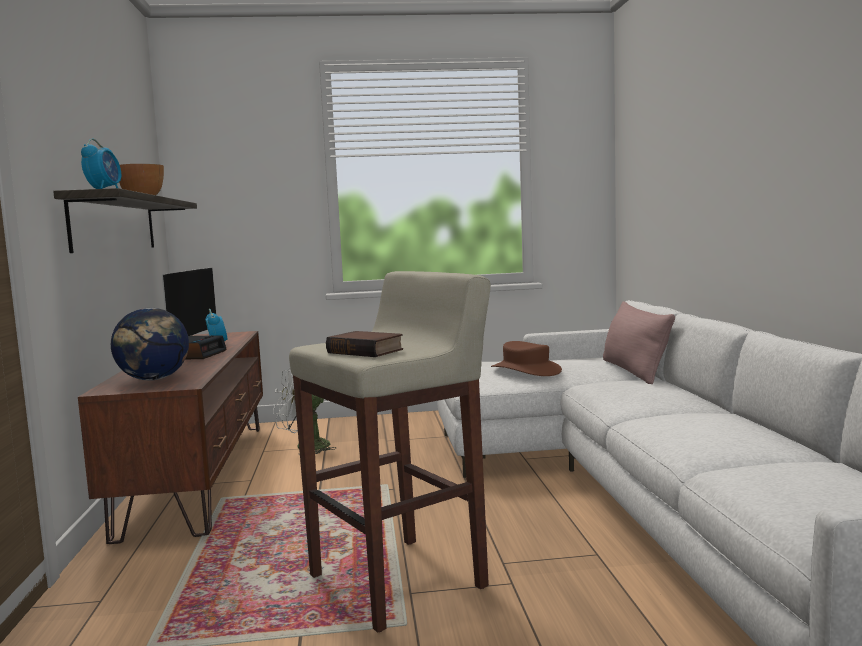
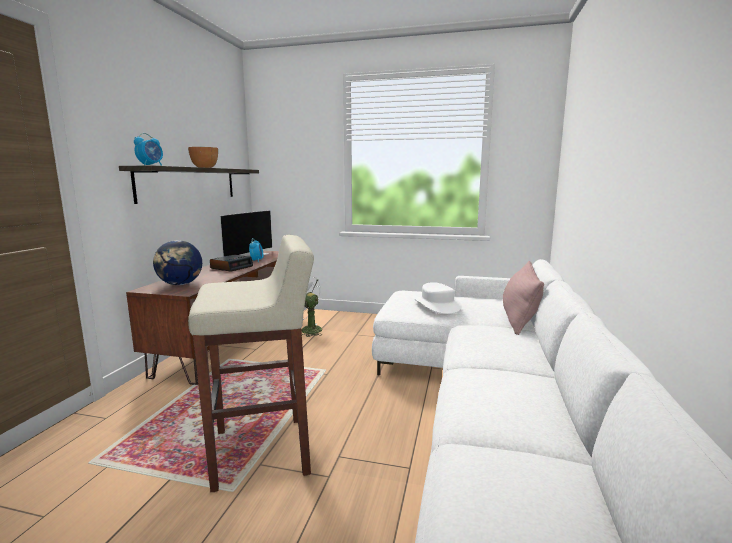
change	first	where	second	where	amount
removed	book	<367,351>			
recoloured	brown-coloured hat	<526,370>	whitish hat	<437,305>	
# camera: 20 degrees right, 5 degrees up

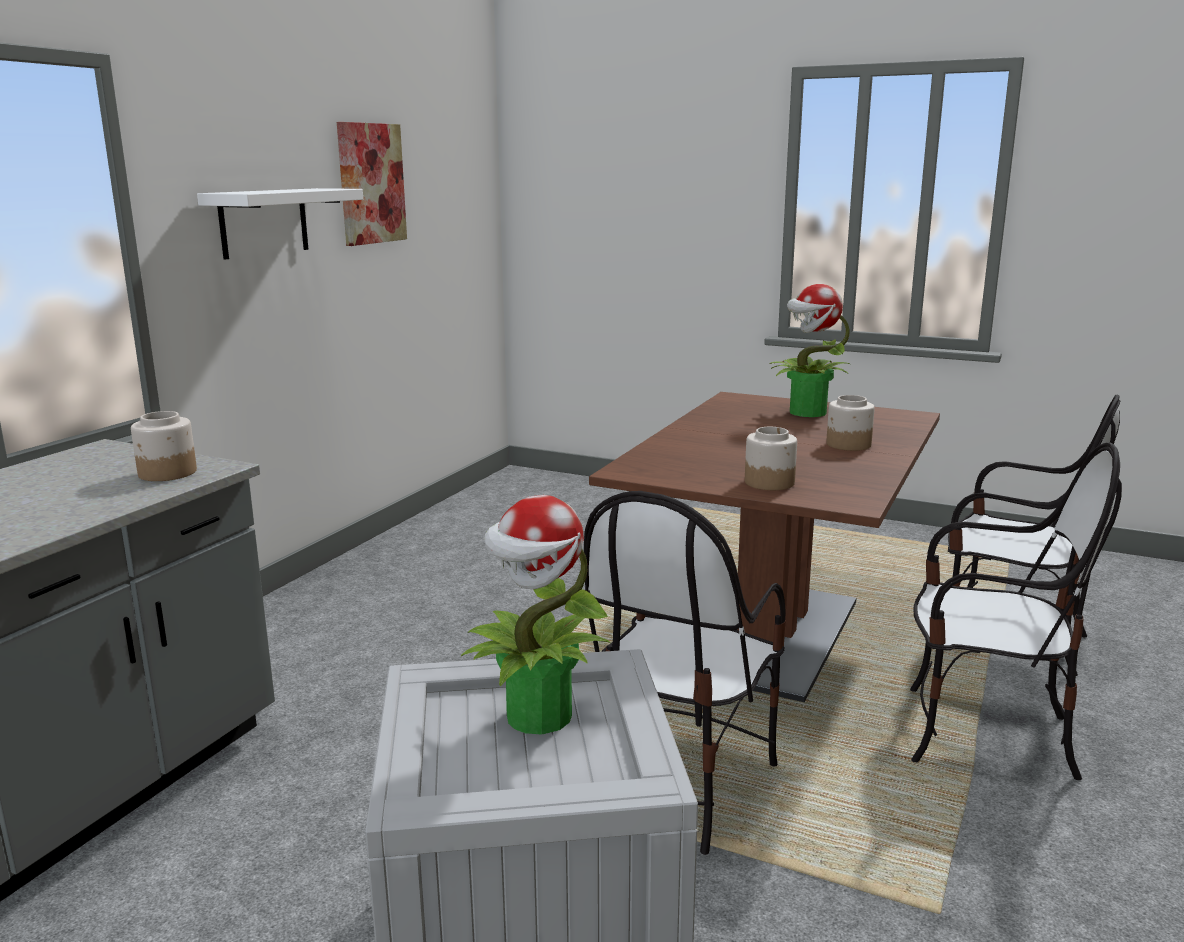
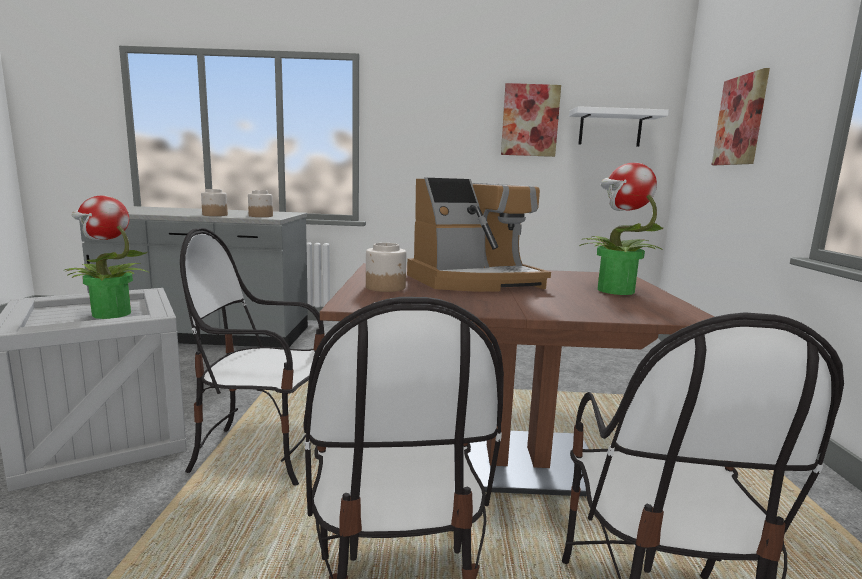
change	first	where	second	where	amount
moved	whitish bracket shelf	<264,222>		<610,129>	
moved	preserve jar	<848,445>		<214,215>	
added			coffee machine	<475,281>	
added			wall art	<740,120>	
# camera: 65 degrees right, 5 degrees down

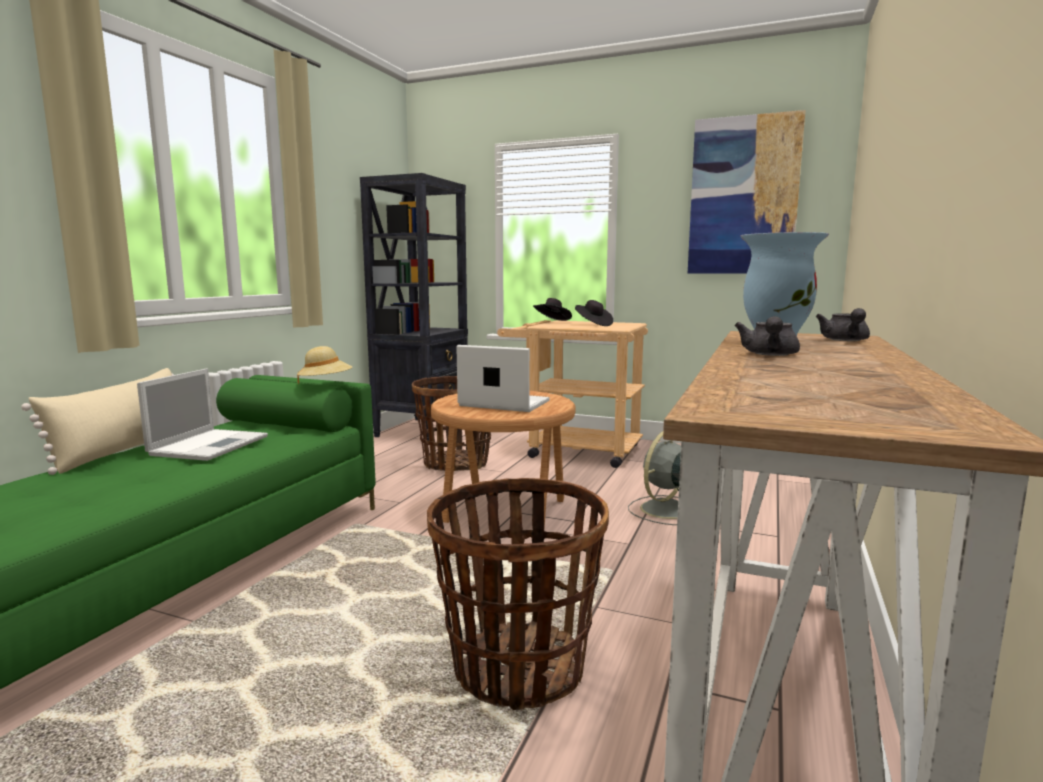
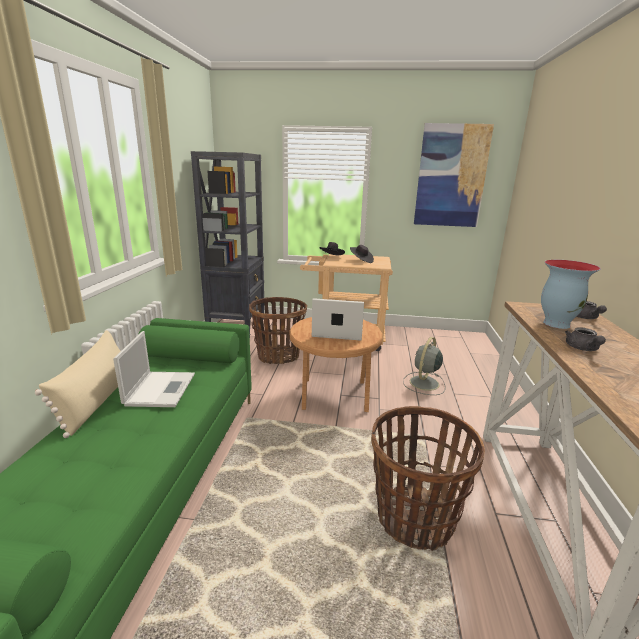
change	first	where	second	where	amount
removed	beige-coloured hat	<326,383>			
# camera: 15 degrees left, 10 degrees up

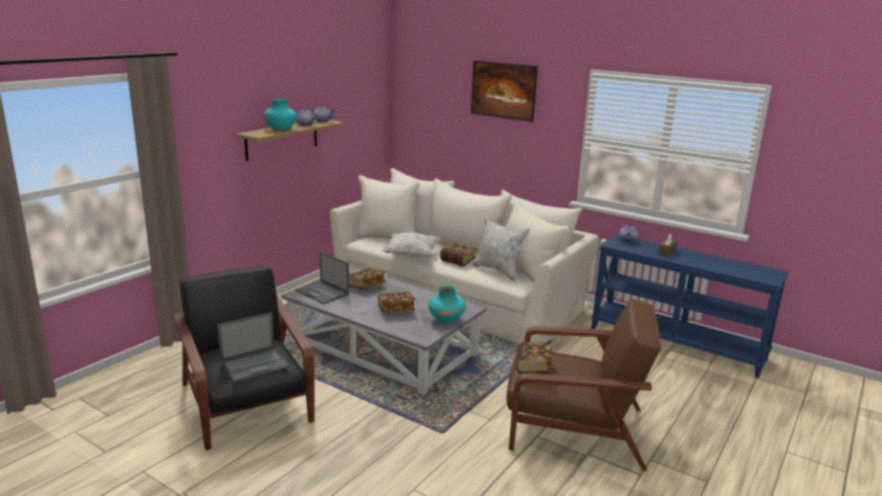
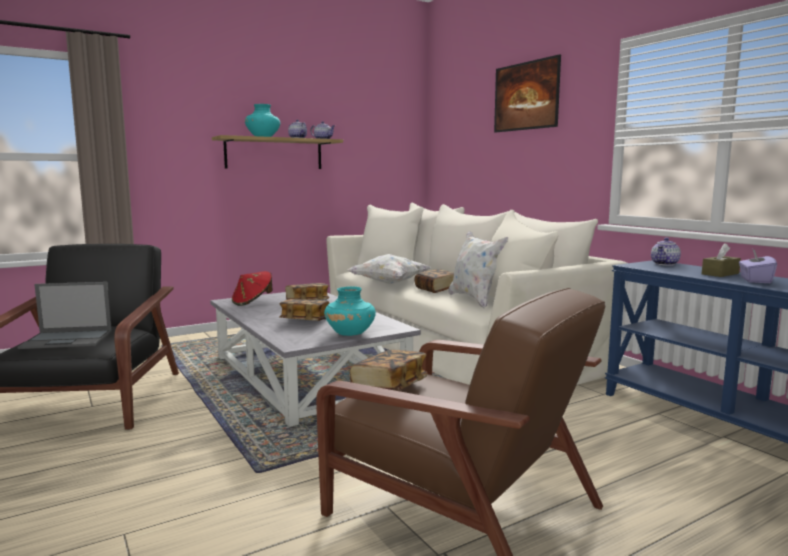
change	first	where	second	where	amount
replaced	laptop	<323,293>	red hat	<252,302>	
added			purple-coloured tissue box	<755,280>	
# camera: 25 degrees right, 10 degrees down

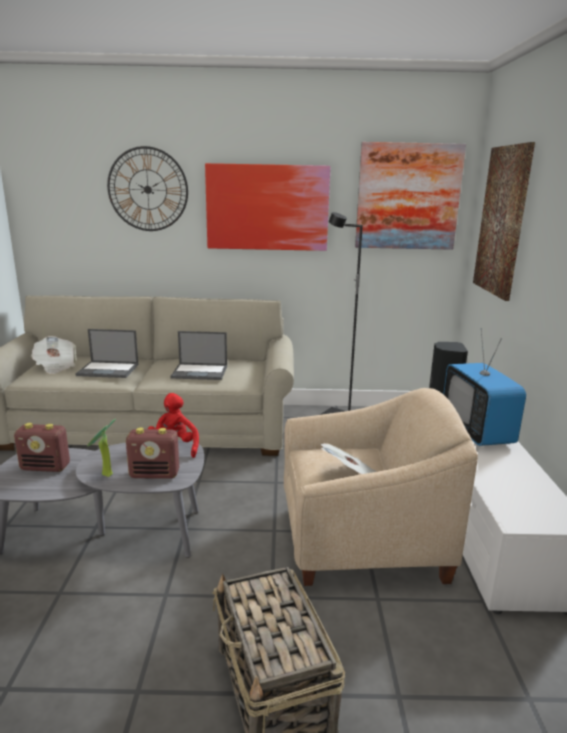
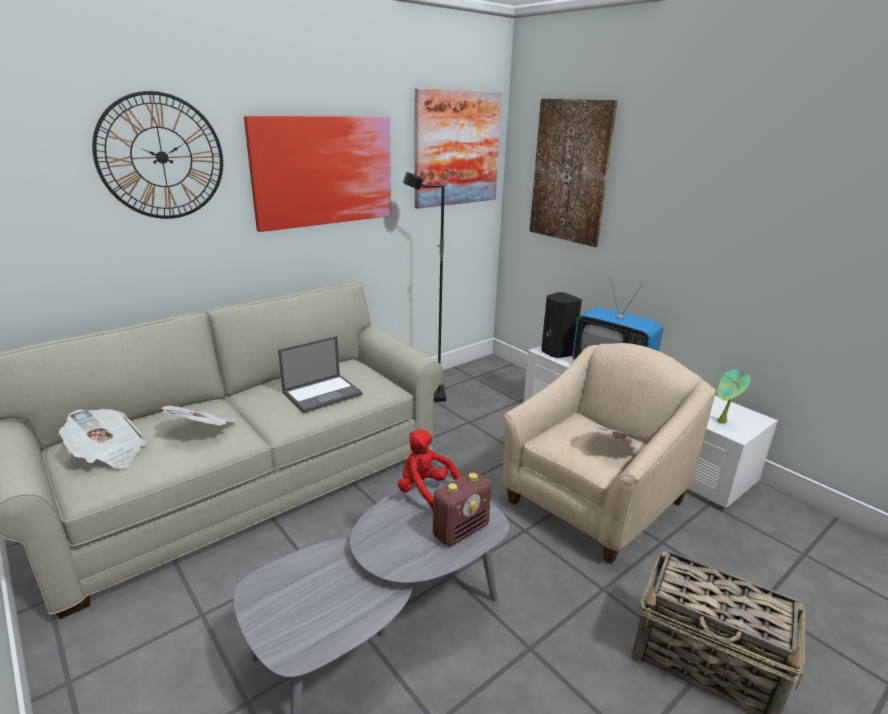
change	first	where	second	where	amount
removed	radio set	<46,467>			
replaced	laptop	<109,370>	newspaper	<203,430>	
moved	potted plant	<105,475>		<722,422>	
# camera: 40 degrees left, 5 degrees up

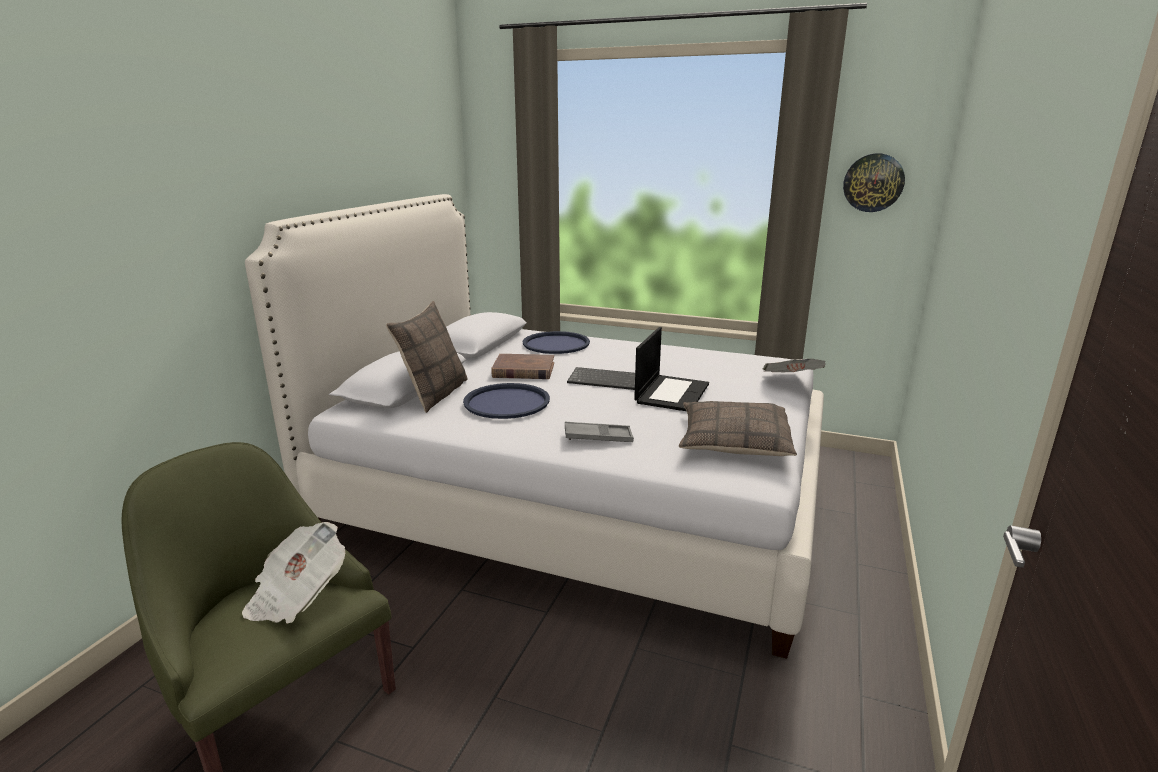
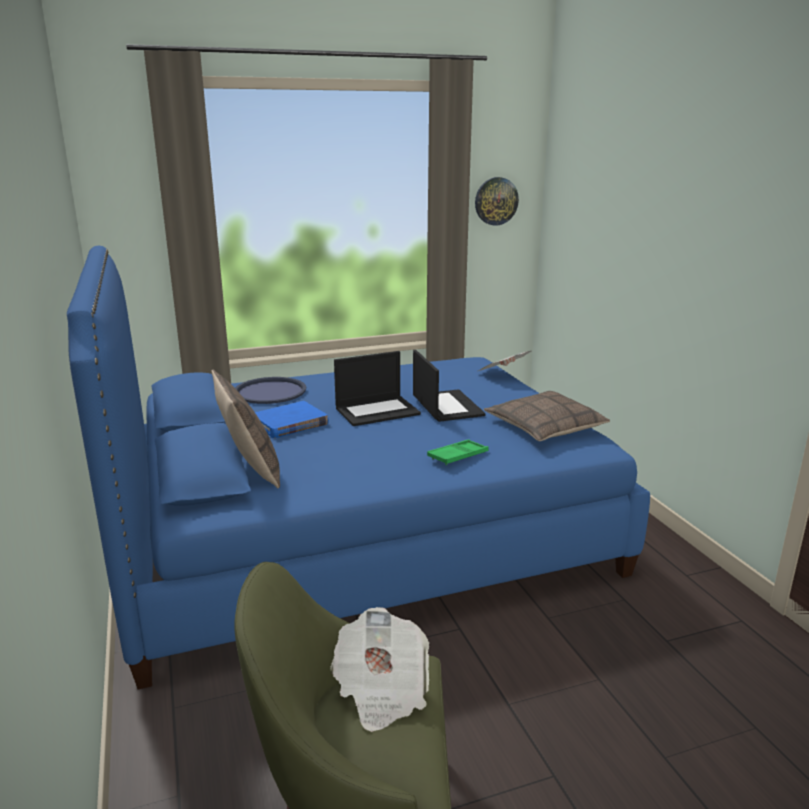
change	first	where	second	where	amount
recoloured	whitish bedroom bed	<576,497>	bluish bedroom bed	<358,534>	
removed	bluish tray	<506,402>			
recoloured	brown-coloured book	<523,370>	bluish book	<290,423>	
recoloured	gray tray	<598,437>	greenish tray	<458,456>	
replaced	PC keyboard	<606,380>	laptop	<377,411>	
# camera: 40 degrees left, 0 degrees up

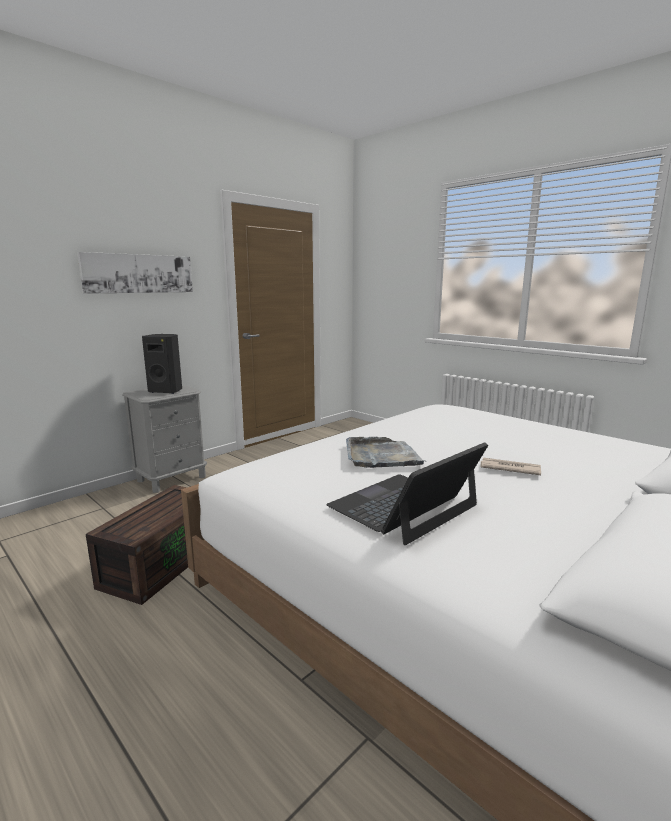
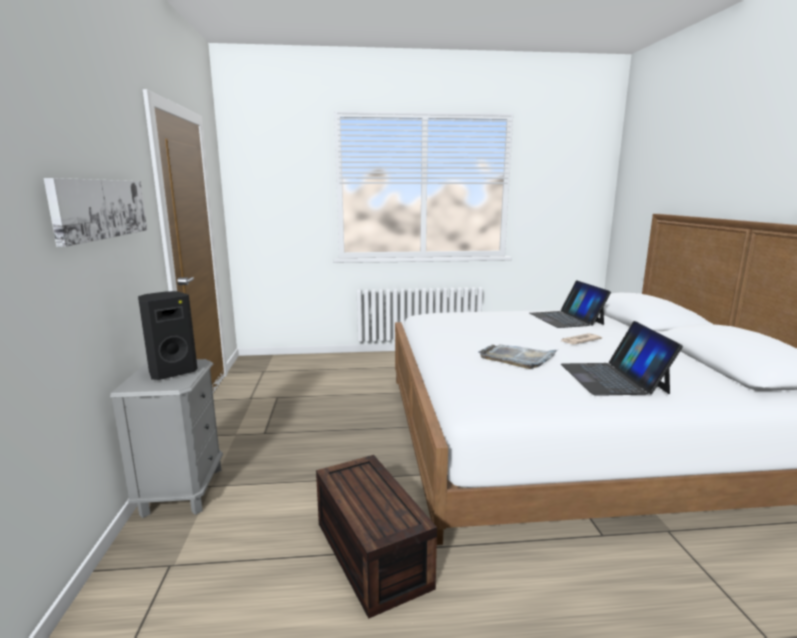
change	first	where	second	where	amount
added			laptop	<566,319>	
# camera: 50 degrees left, 0 degrees up

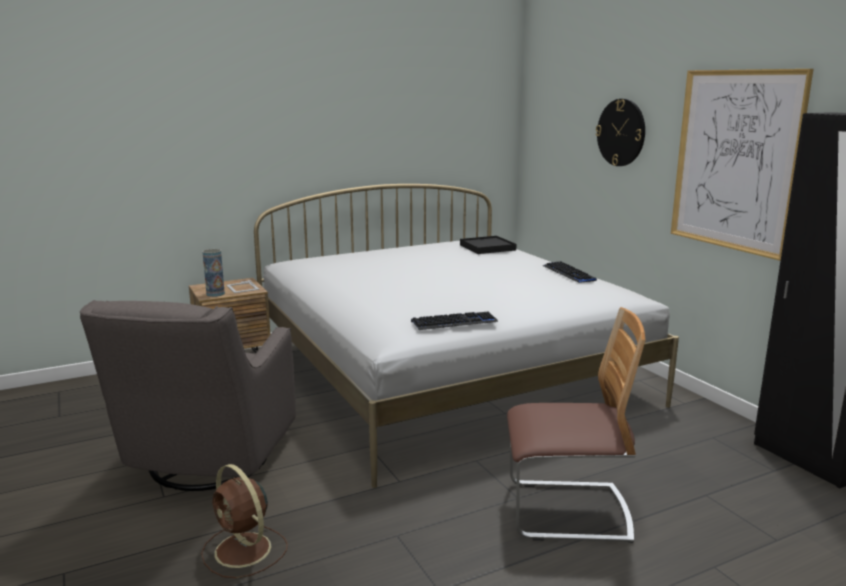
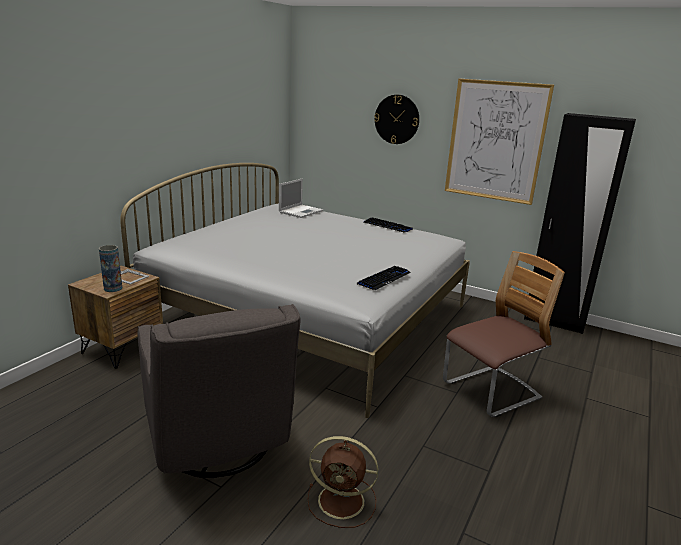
change	first	where	second	where	amount
replaced	blackish tray	<487,247>	laptop	<301,211>	
# camera: 35 degrees left, 5 degrees up

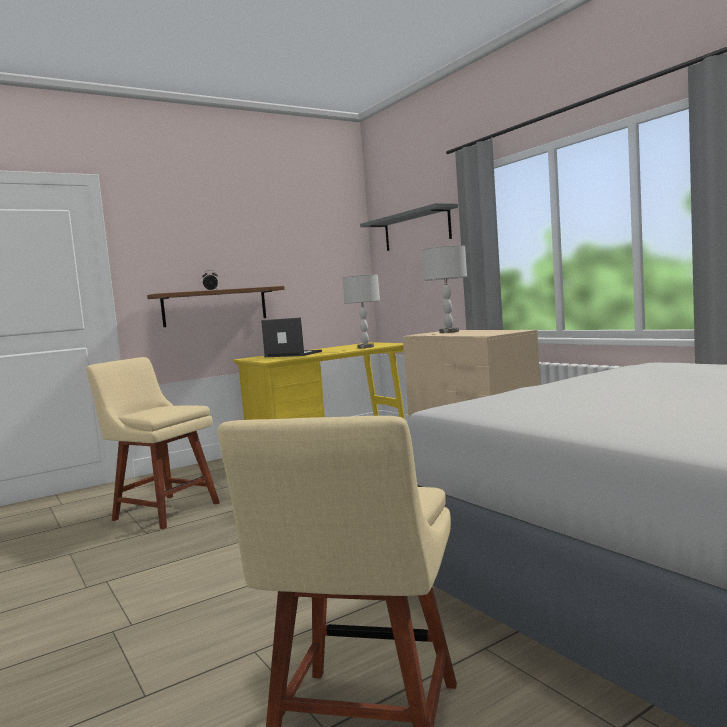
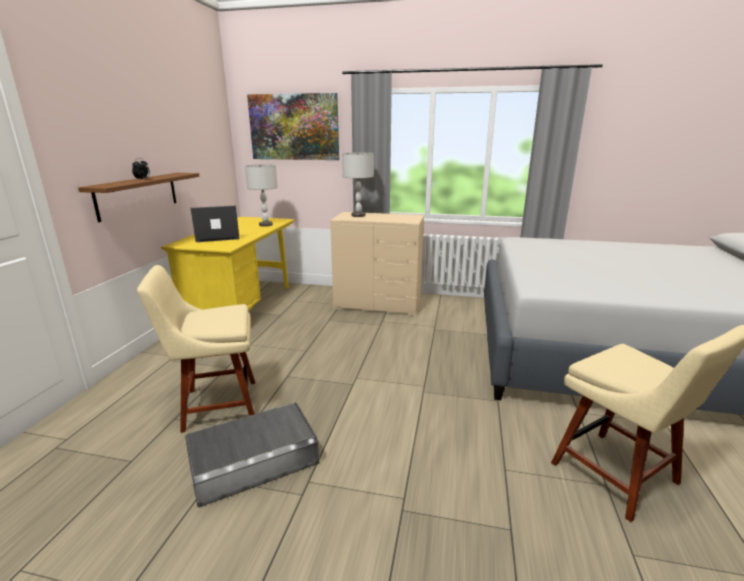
change	first	where	second	where	amount
replaced	gray bracket shelf	<416,229>	wall art	<294,127>	
added			gray storage box	<253,460>	
# camera: 45 degrees left, 15 degrees up

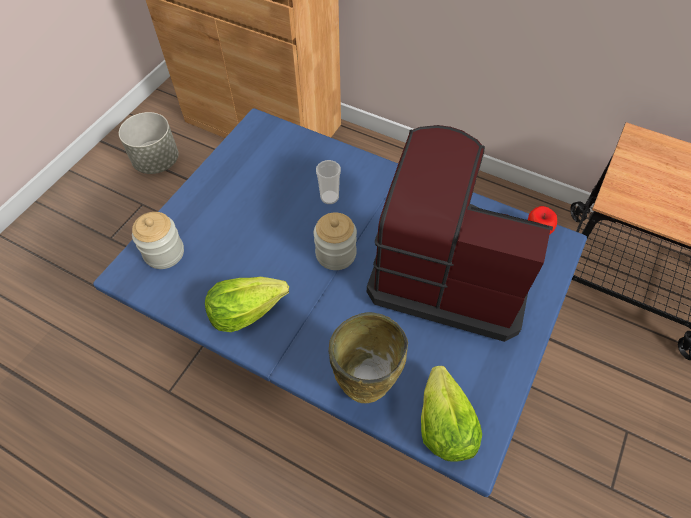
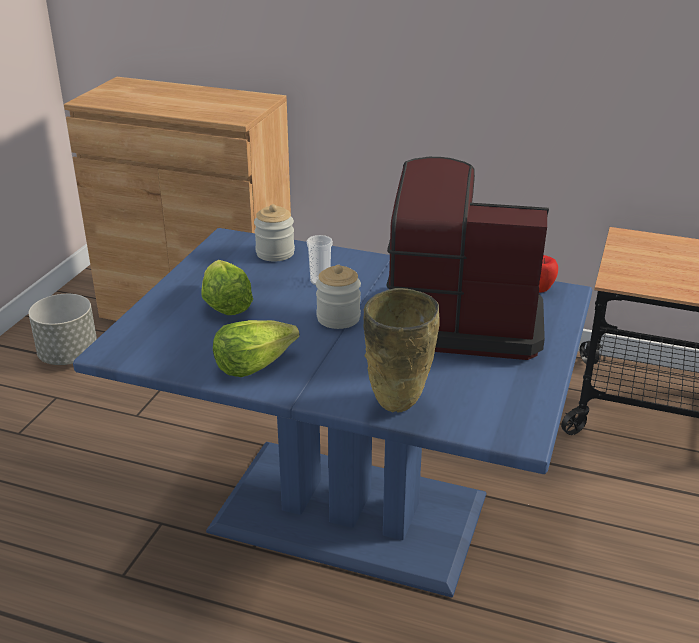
change	first	where	second	where	amount
moved	preserve jar	<164,253>		<275,253>	
moved	lettuce head	<444,424>		<225,304>	
# camera: 10 degrees left, 25 degrees down

